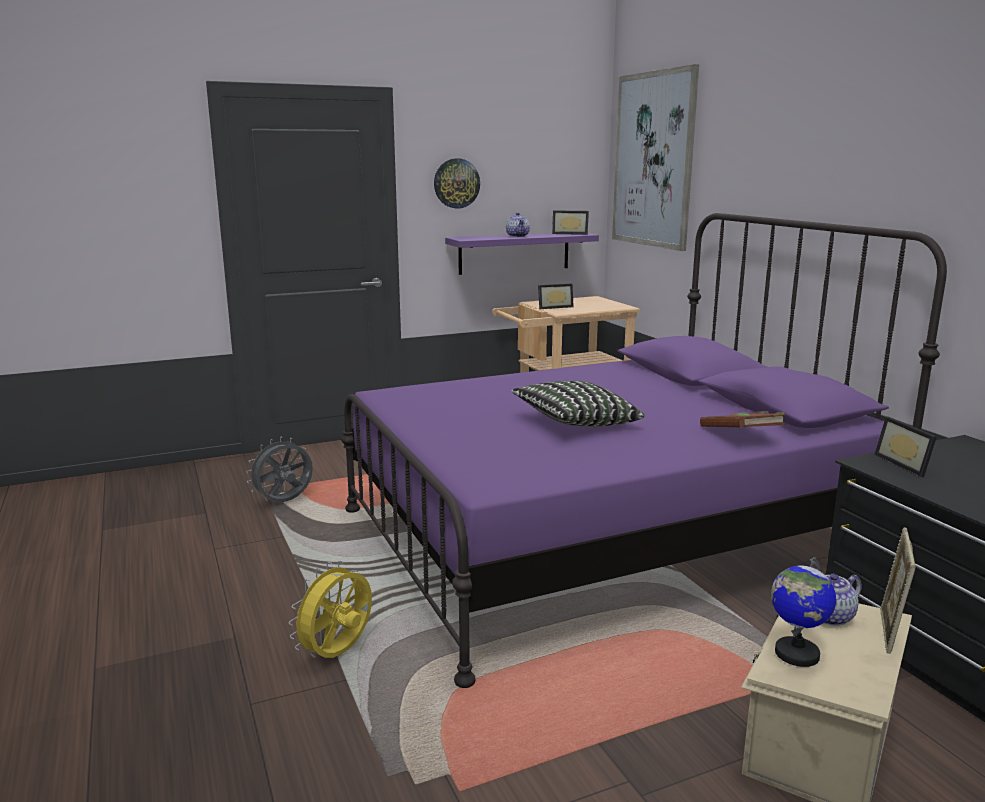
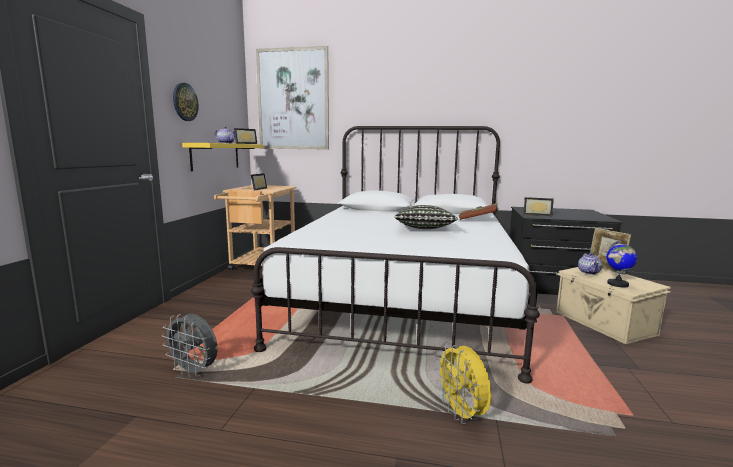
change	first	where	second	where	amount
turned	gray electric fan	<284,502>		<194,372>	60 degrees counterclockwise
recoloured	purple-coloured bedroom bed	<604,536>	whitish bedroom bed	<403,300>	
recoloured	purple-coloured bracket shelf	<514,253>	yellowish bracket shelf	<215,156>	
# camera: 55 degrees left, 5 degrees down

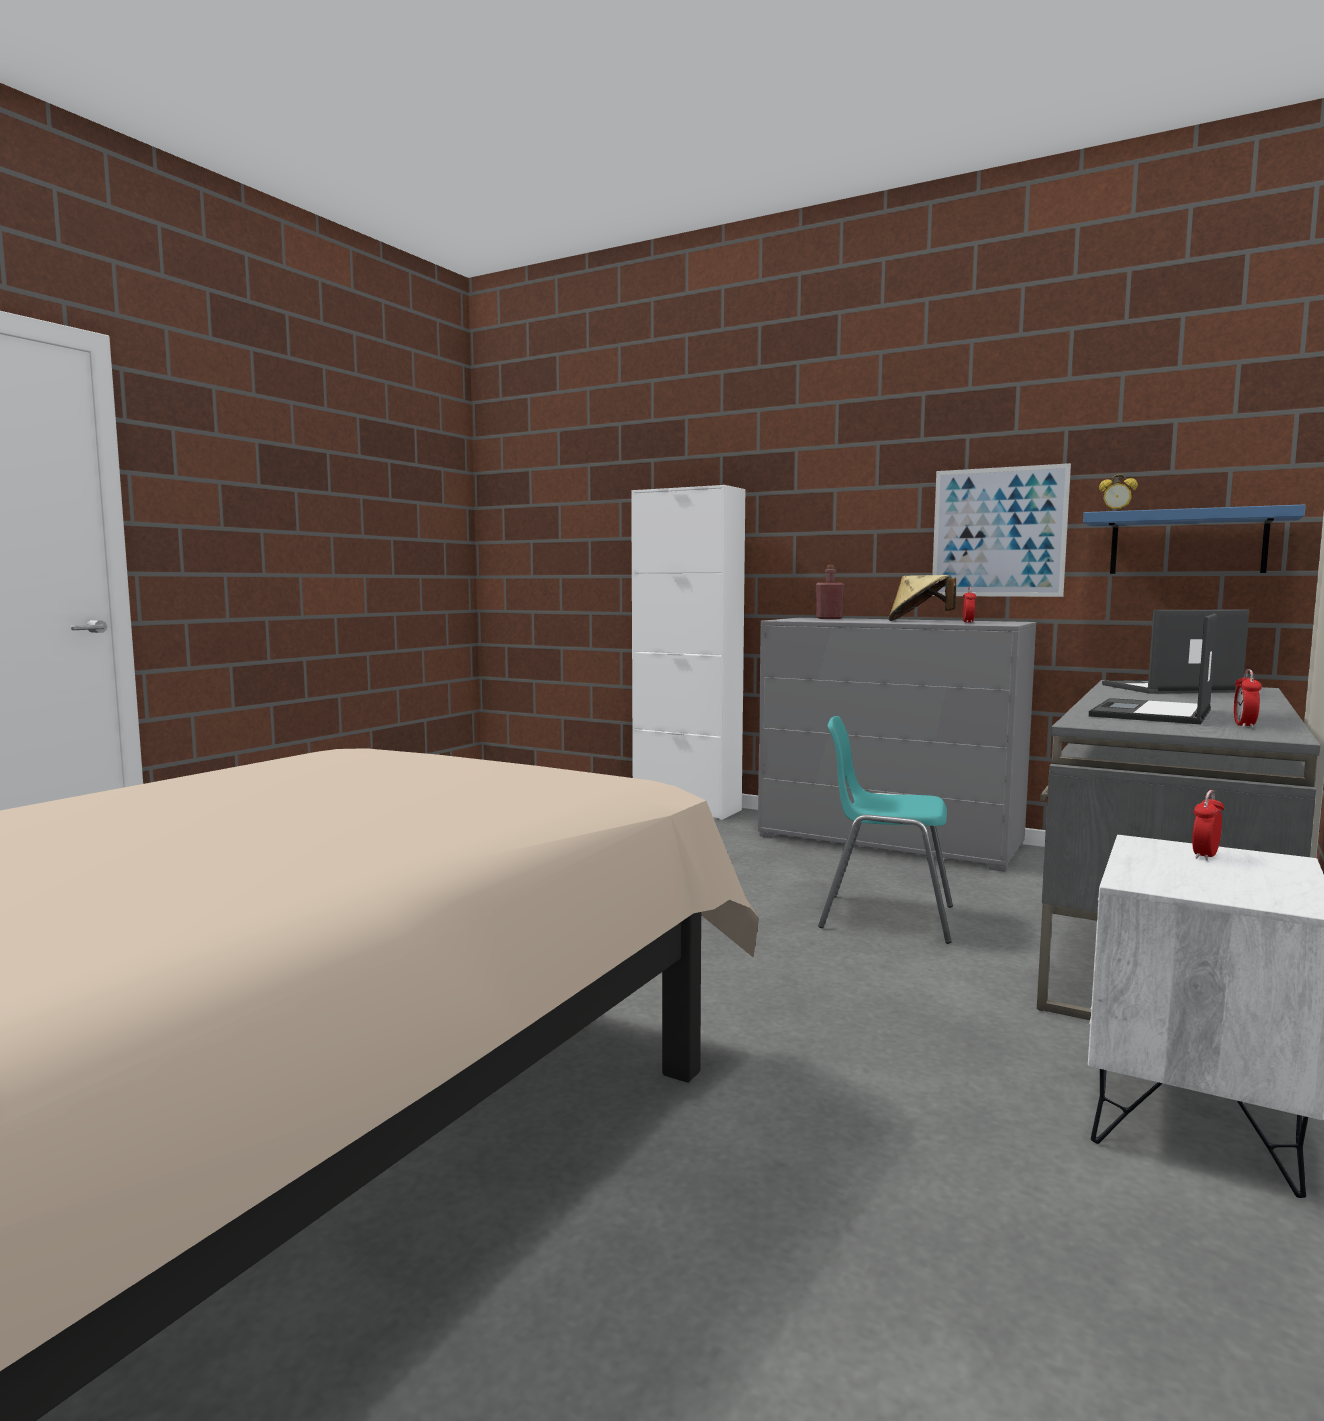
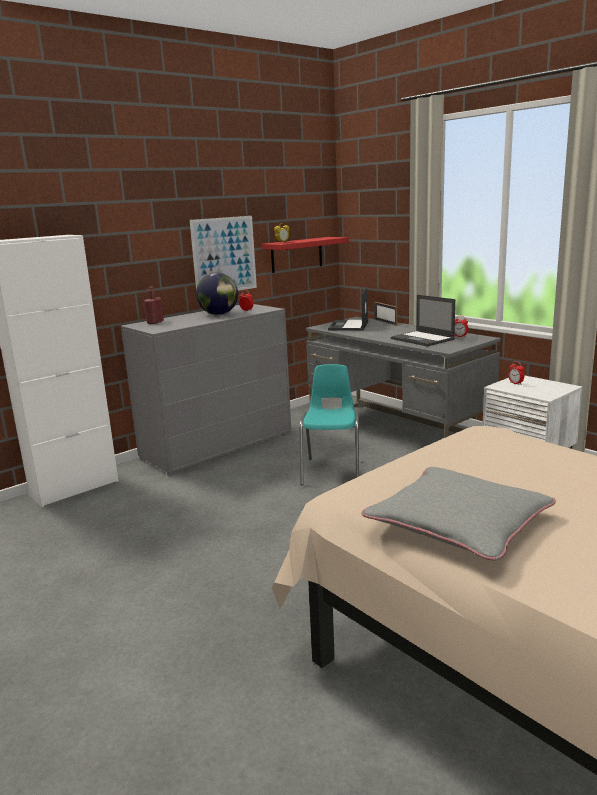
change	first	where	second	where	amount
turned	turquoise-coloured chair	<885,917>		<332,471>	150 degrees clockwise
replaced	beige-coloured hat	<919,621>	globe	<219,314>	
recoloured	bluish bracket shelf	<1187,543>	red bracket shelf	<296,254>	
added			gray throw pillow	<458,523>	
added			standing frame	<385,322>	
# camera: 70 degrees left, 10 degrees up

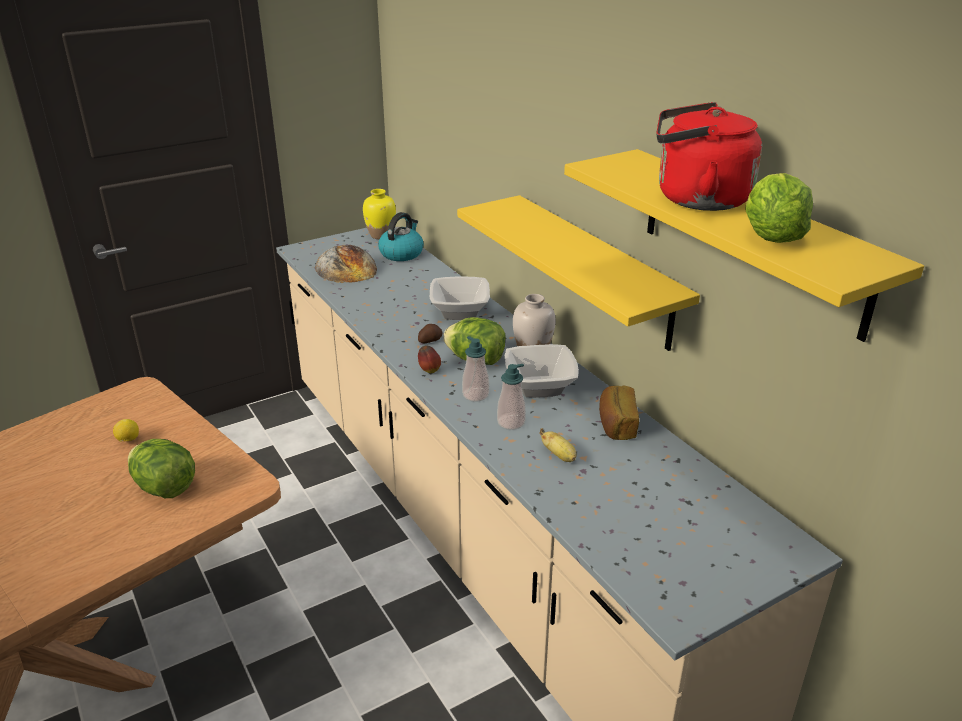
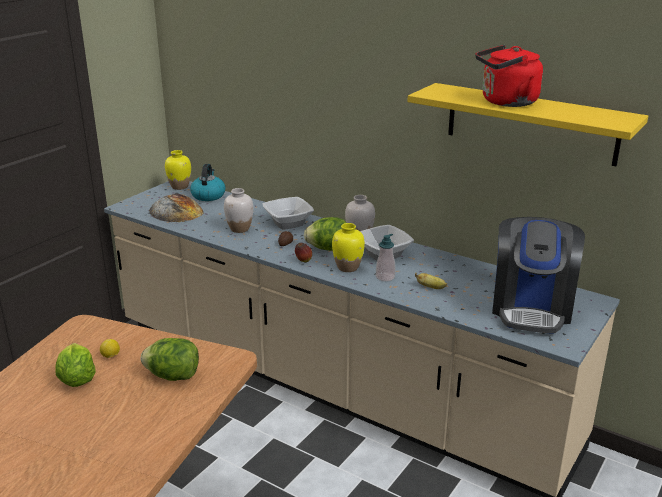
change	first	where	second	where	amount
removed	yellowish bracket shelf	<596,270>			
replaced	soap dispenser	<475,395>	yellowish decorative vase	<348,267>	
removed	bread	<616,425>			
moved	lettuce head	<770,237>		<77,379>	
added			whitish decorative vase	<240,229>	
added			coffee machine	<531,308>	
# camera: 25 degrees left, 5 degrees down

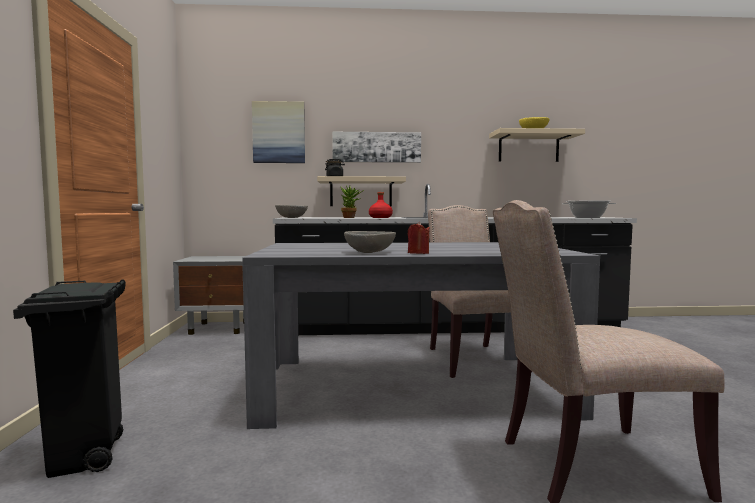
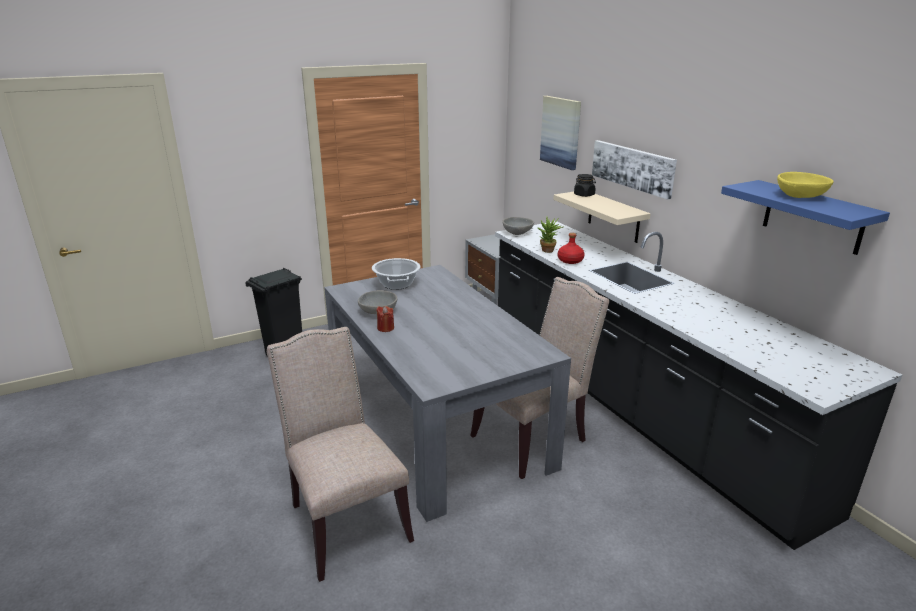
change	first	where	second	where	amount
recoloured	beige-coloured bracket shelf	<528,147>	bluish bracket shelf	<813,217>	
moved	stockpot	<587,217>		<396,284>	
# camera: 65 degrees right, 20 degrees up

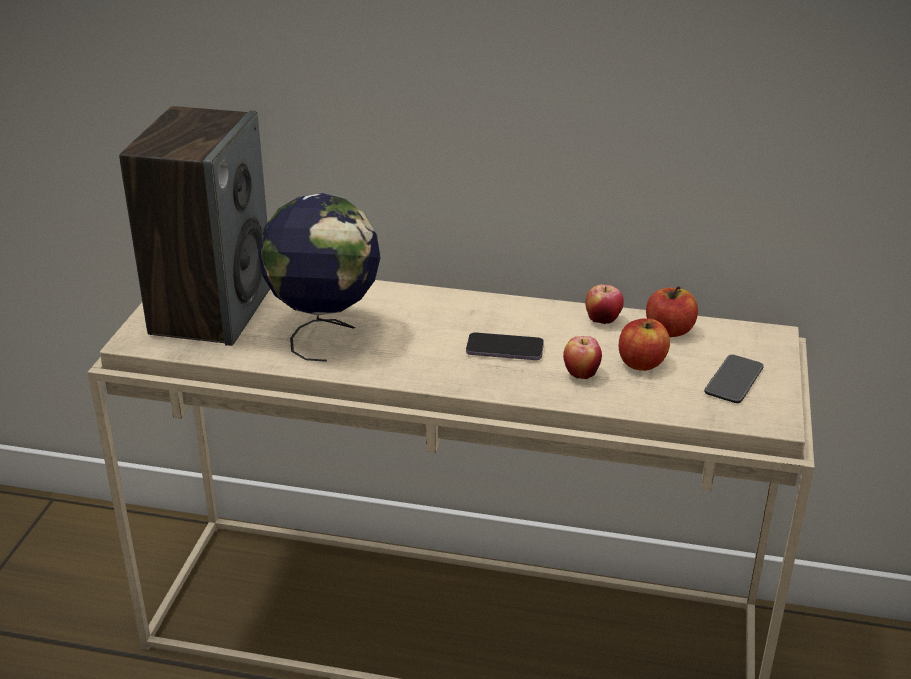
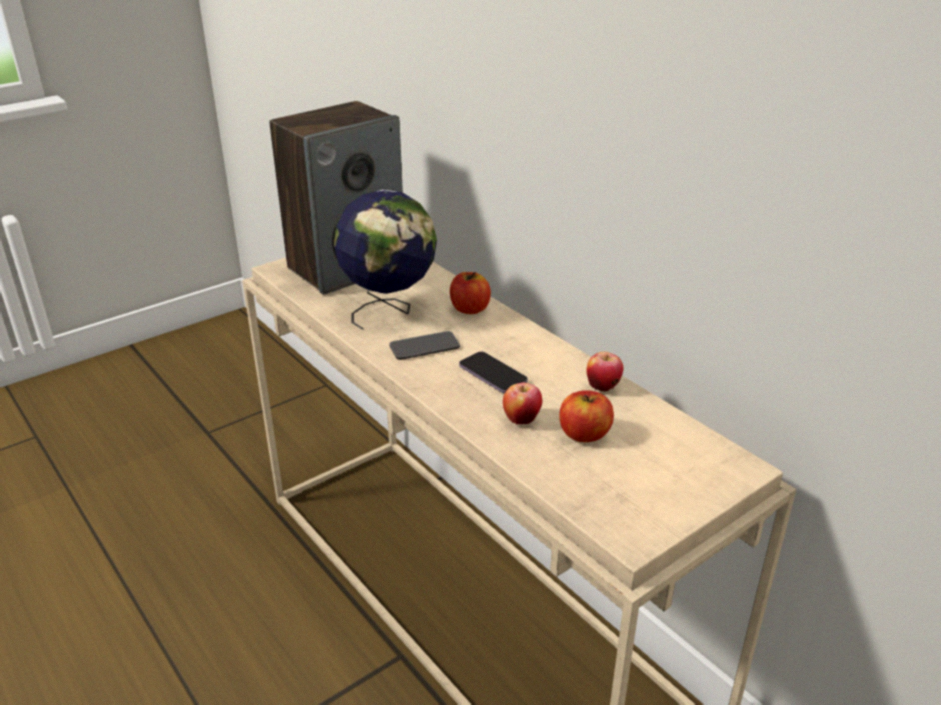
change	first	where	second	where	amount
moved	apple fruit	<669,330>		<469,309>	
moved	phone	<734,380>		<424,347>	
# camera: 40 degrees right, 0 degrees up

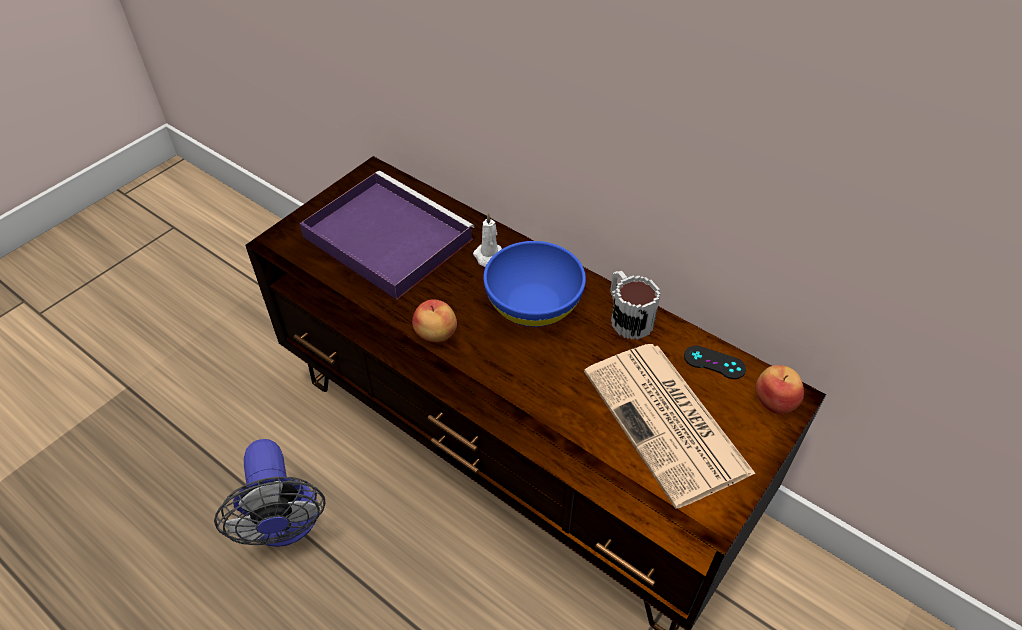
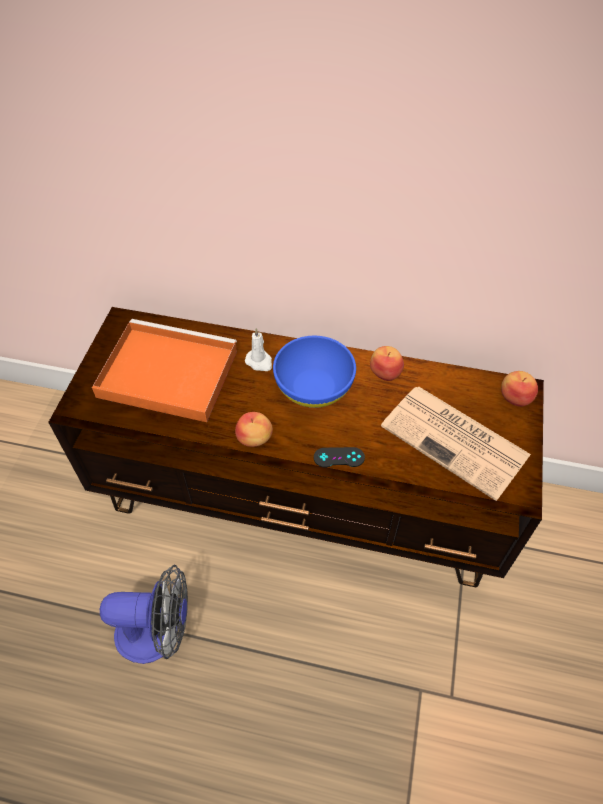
change	first	where	second	where	amount
turned	electric fan	<285,525>		<158,632>	45 degrees counterclockwise
recoloured	purple-coloured tray	<384,237>	orange tray	<165,373>	
replaced	tea mug	<627,316>	apple fruit	<385,372>	
moved	blackish joypad	<714,362>		<339,457>	
# camera: 25 degrees left, 5 degrees up

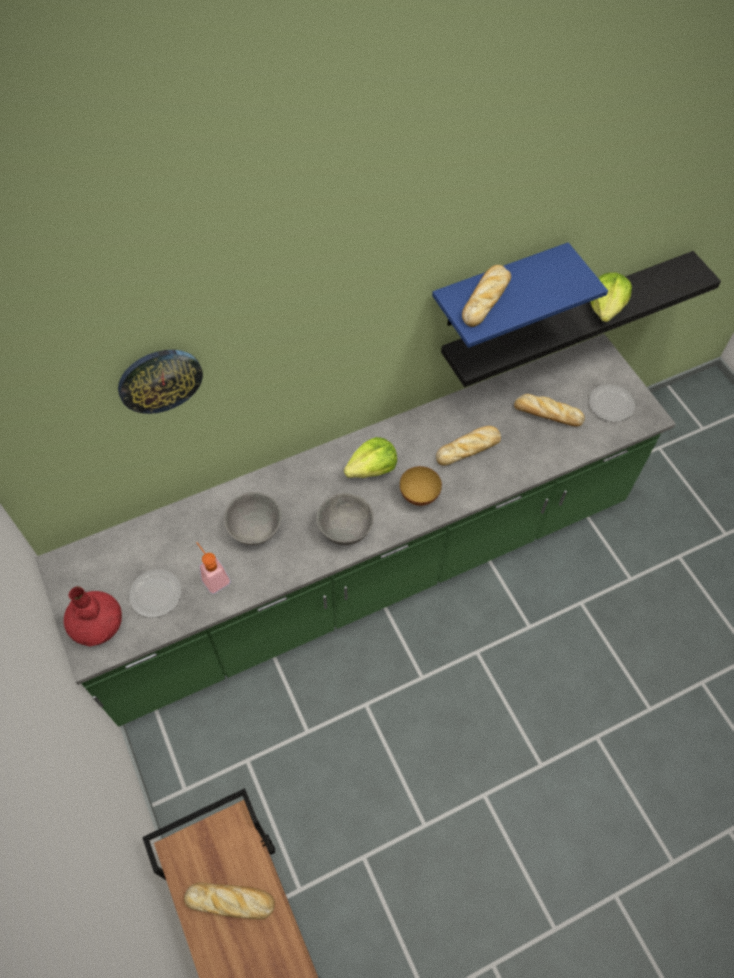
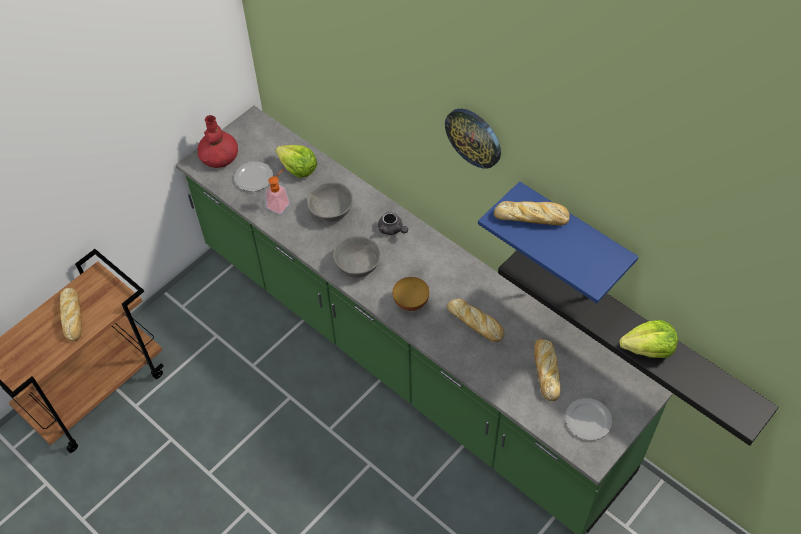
change	first	where	second	where	amount
moved	clock on the wall	<160,380>		<474,137>	
moved	lettuce head	<372,468>		<298,169>	
added			gray tea pot	<392,229>	
# camera: 70 degrees right, 5 degrees down

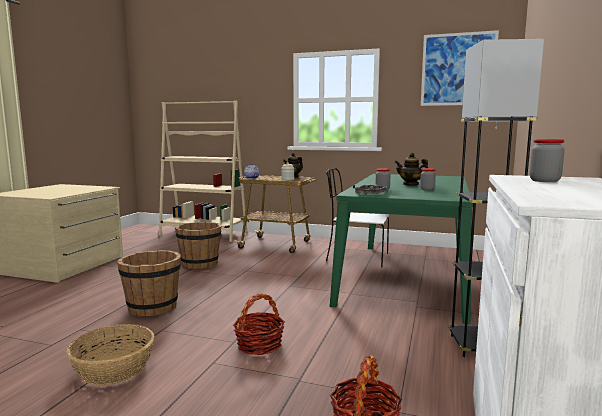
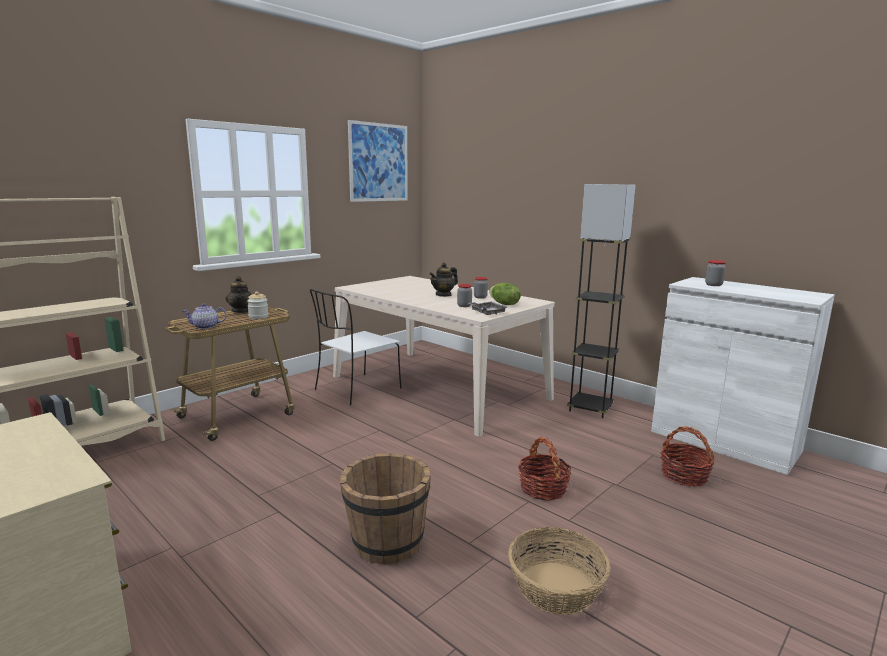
change	first	where	second	where	amount
removed	brown-coloured water bucket	<200,264>			
recoloured	greenish dinner table	<407,276>	beige-coloured dinner table	<438,387>	
added			lettuce head	<504,304>	
# camera: 65 degrees left, 5 degrees up

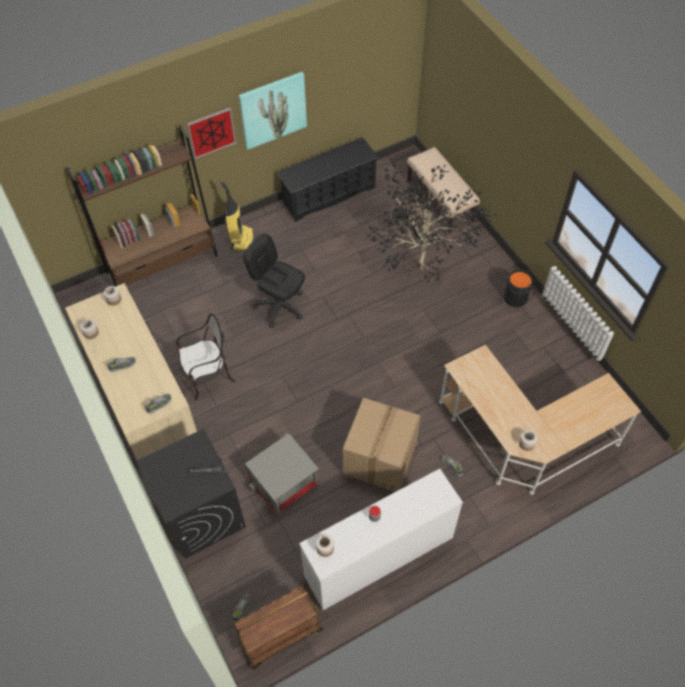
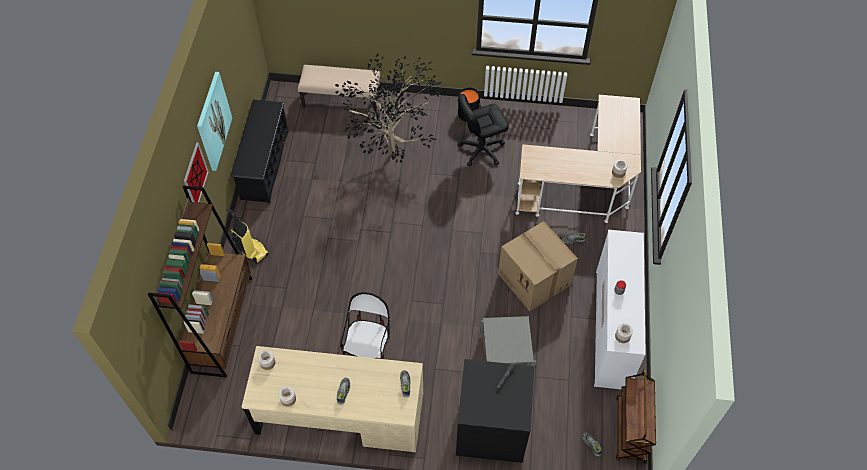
change	first	where	second	where	amount
moved	blackish desk chair	<279,306>		<481,149>	
# camera: 55 degrees left, 0 degrees up

